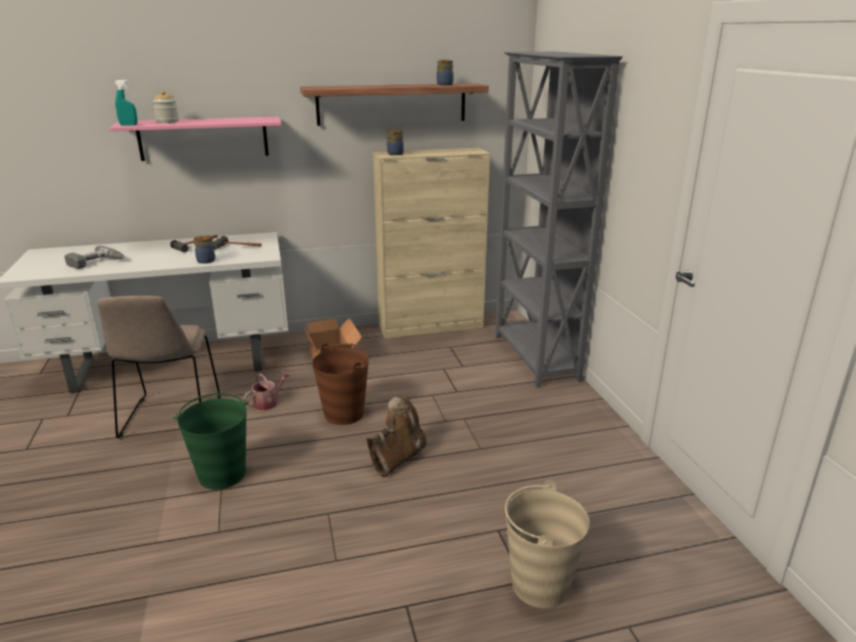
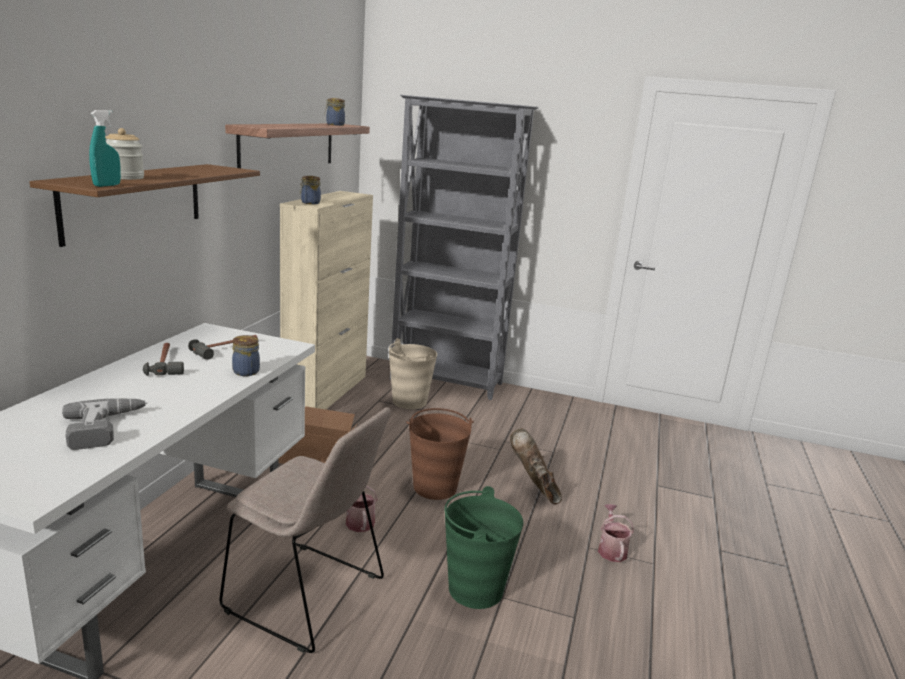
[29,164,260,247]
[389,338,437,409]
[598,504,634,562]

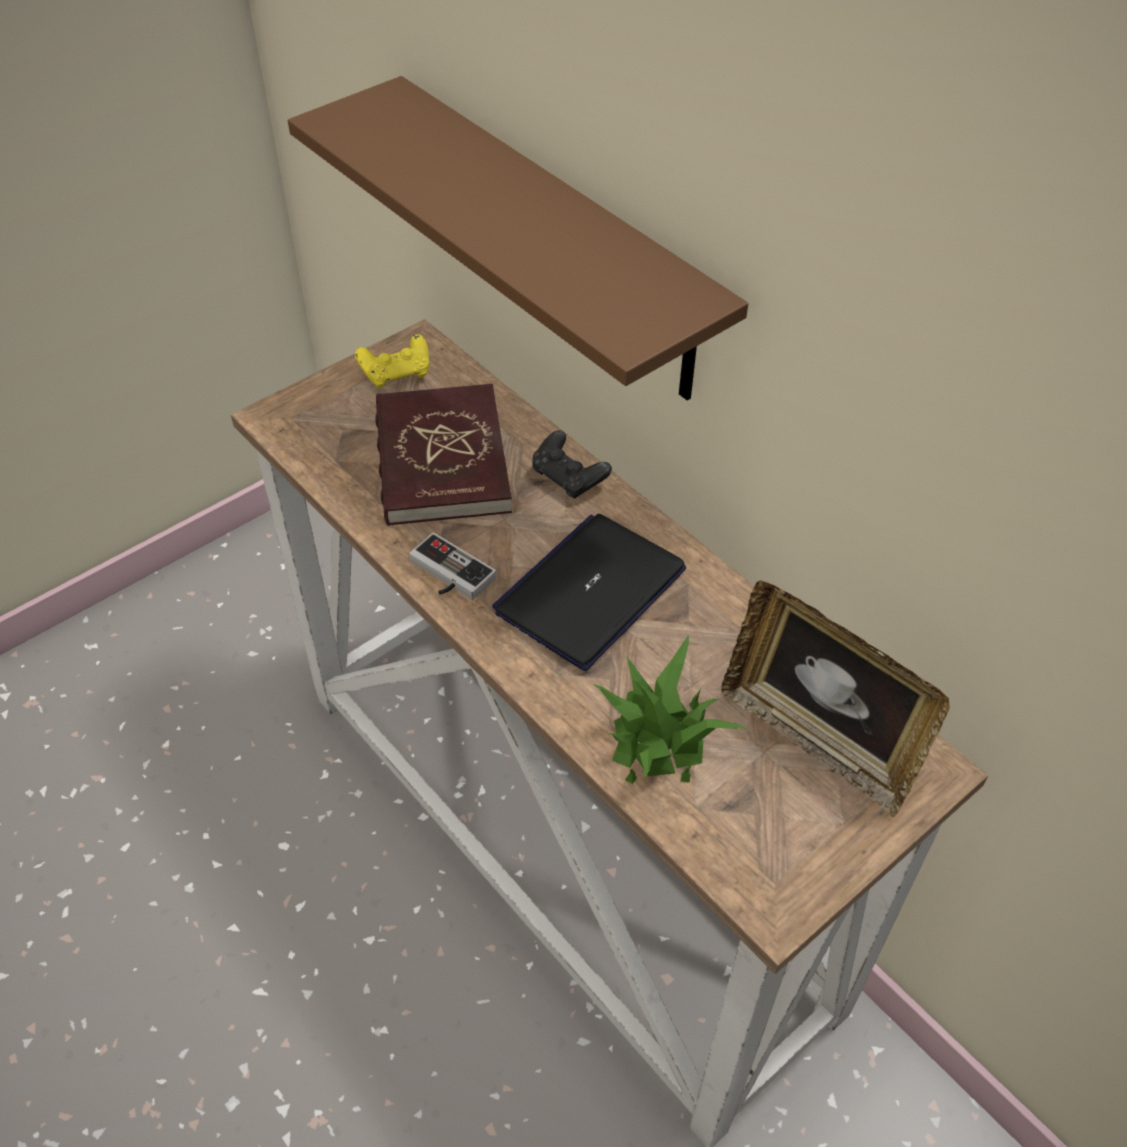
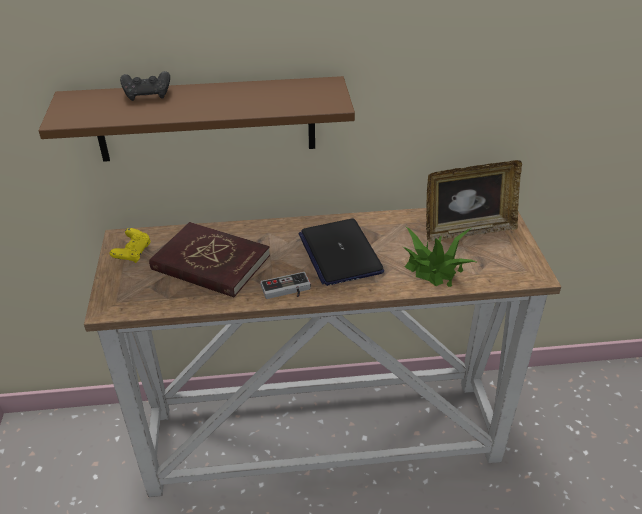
[120,71,170,101]

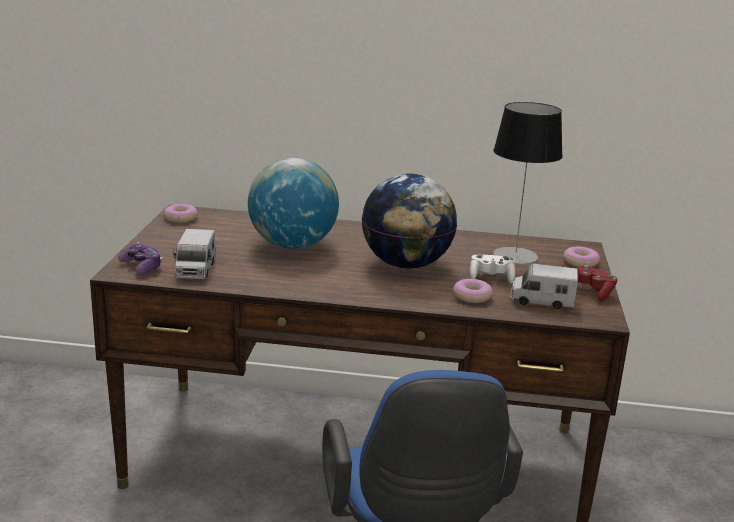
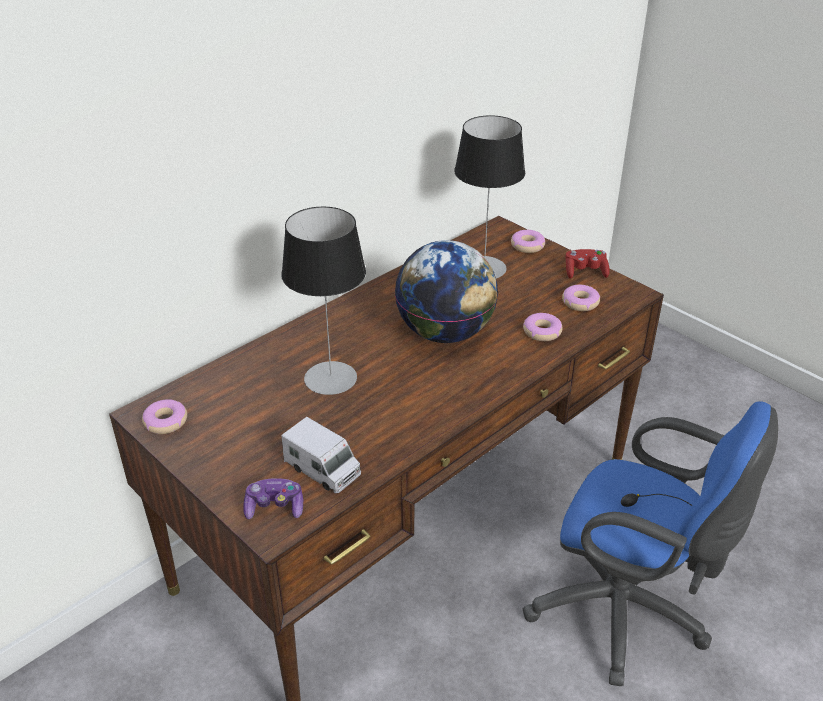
[281,207,366,395]
[562,285,600,311]
[470,254,515,284] (first image)

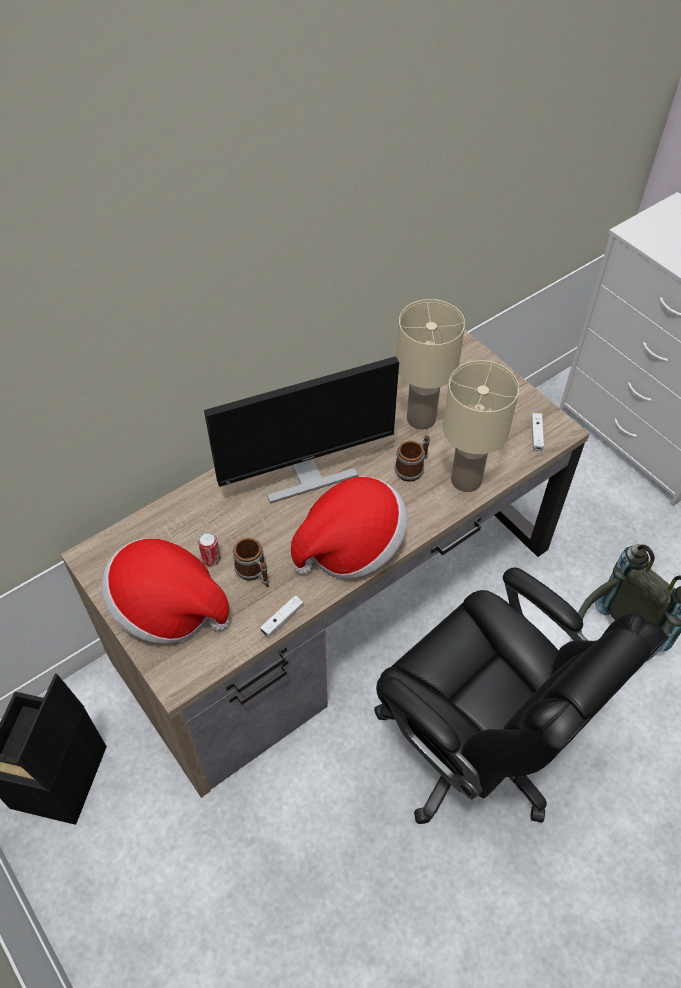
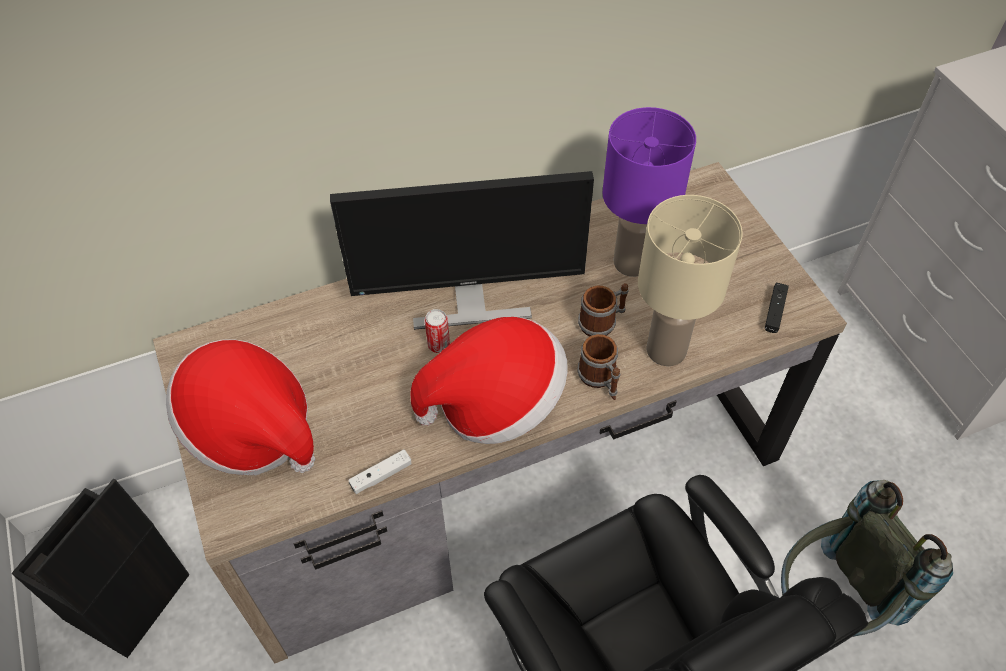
[424,309,450,353]
[577,334,620,400]
[602,107,696,277]
[765,283,789,333]

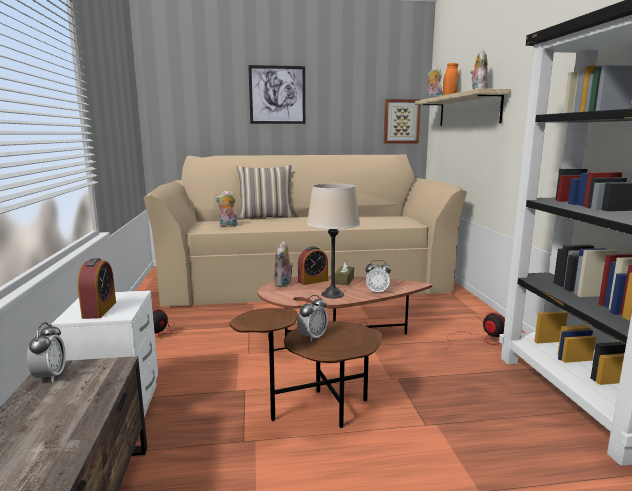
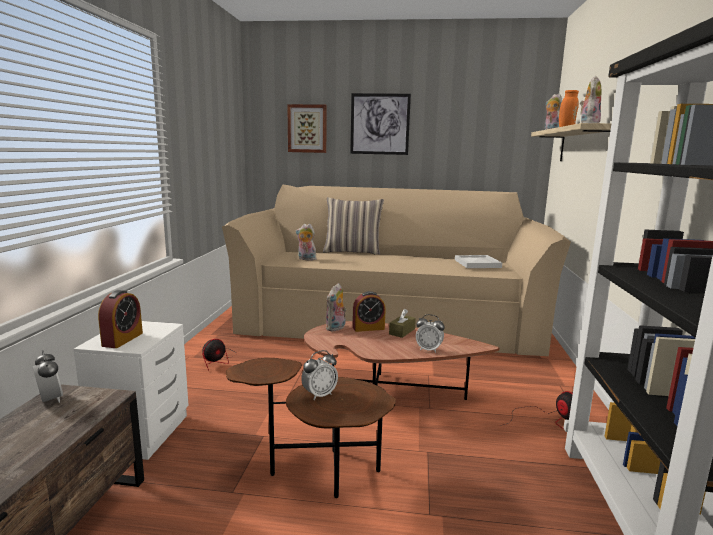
[33,350,63,403]
[287,104,327,153]
[455,255,502,268]
[307,184,360,298] (first image)

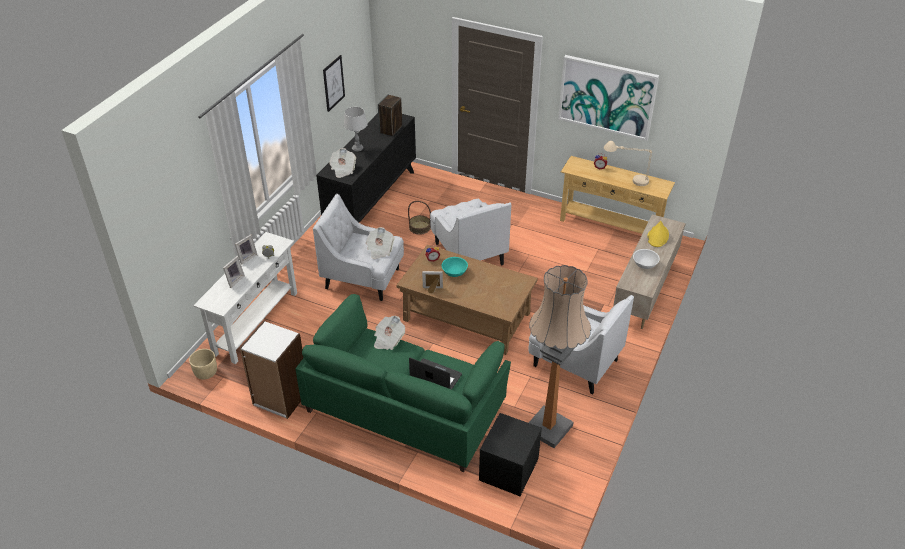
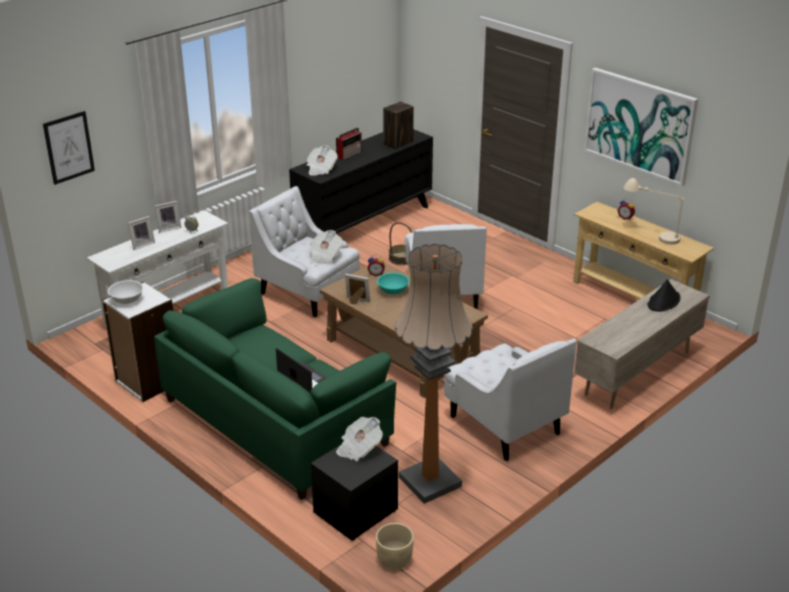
[43,111,95,185]
[108,280,143,304]
[336,128,362,160]
[336,417,383,461]
[376,523,414,570]
[647,279,681,312]

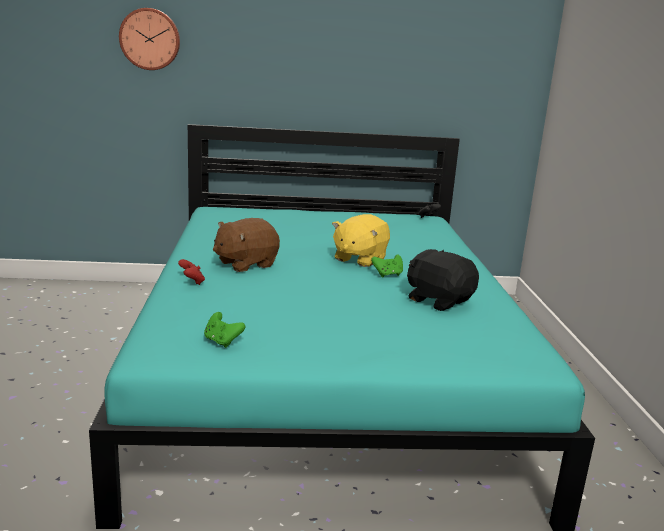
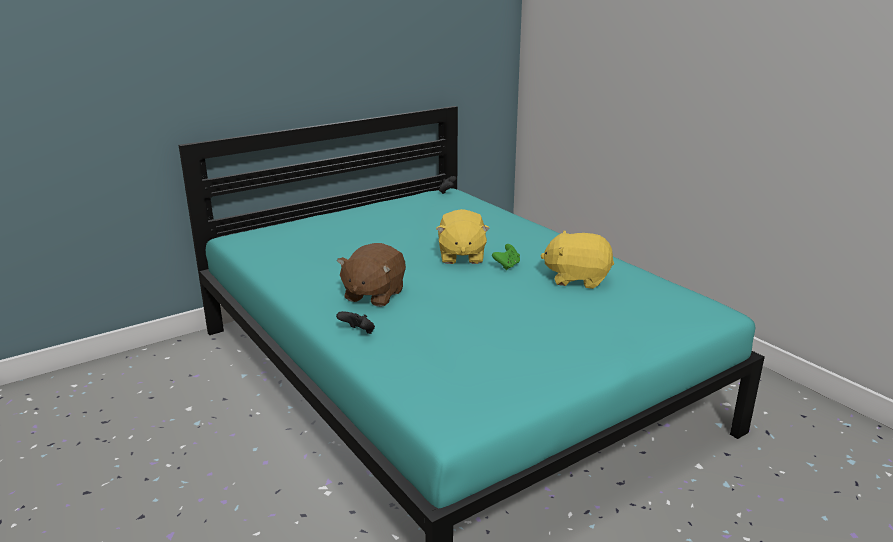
[336,311,375,334]
[541,230,614,289]
[119,8,180,70] (first image)
[204,312,246,348] (first image)

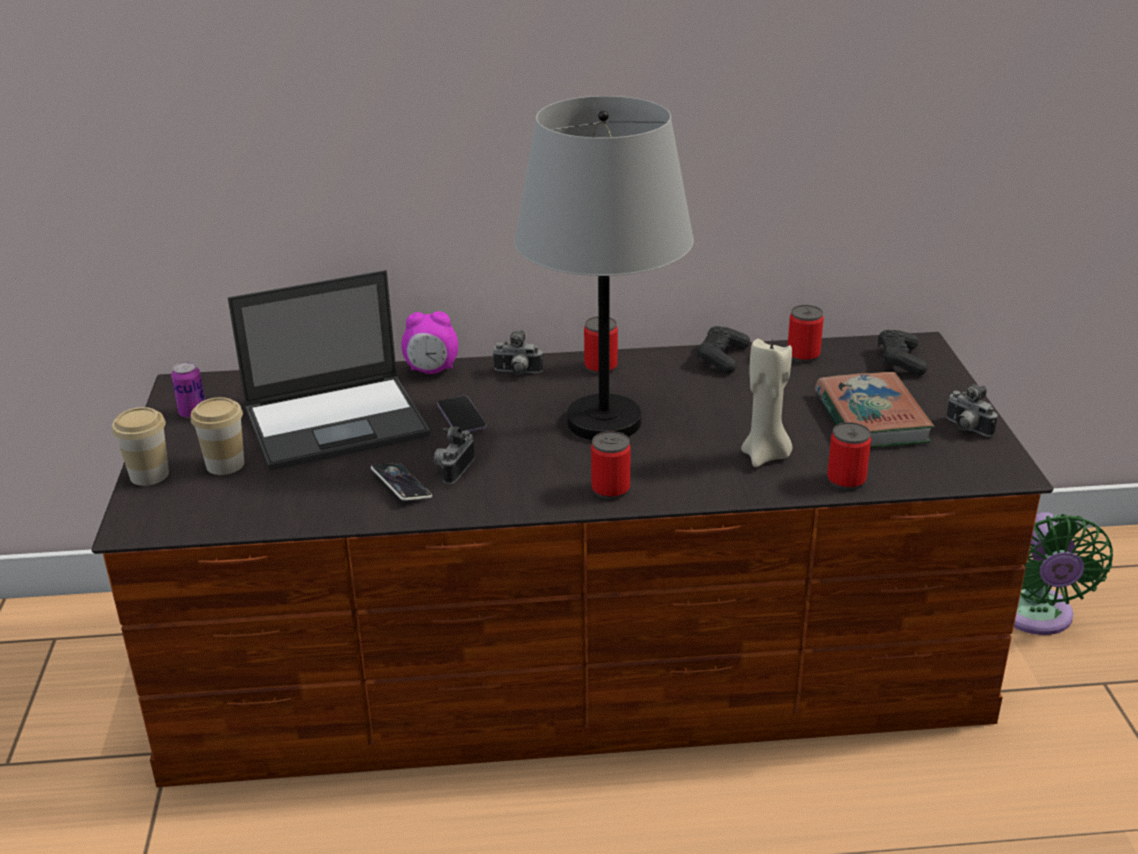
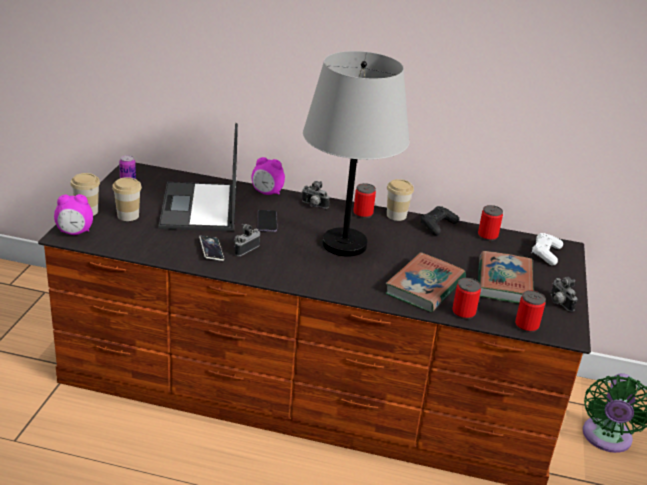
[54,194,93,235]
[159,123,238,231]
[386,252,466,312]
[387,179,414,221]
[515,290,546,333]
[532,233,563,265]

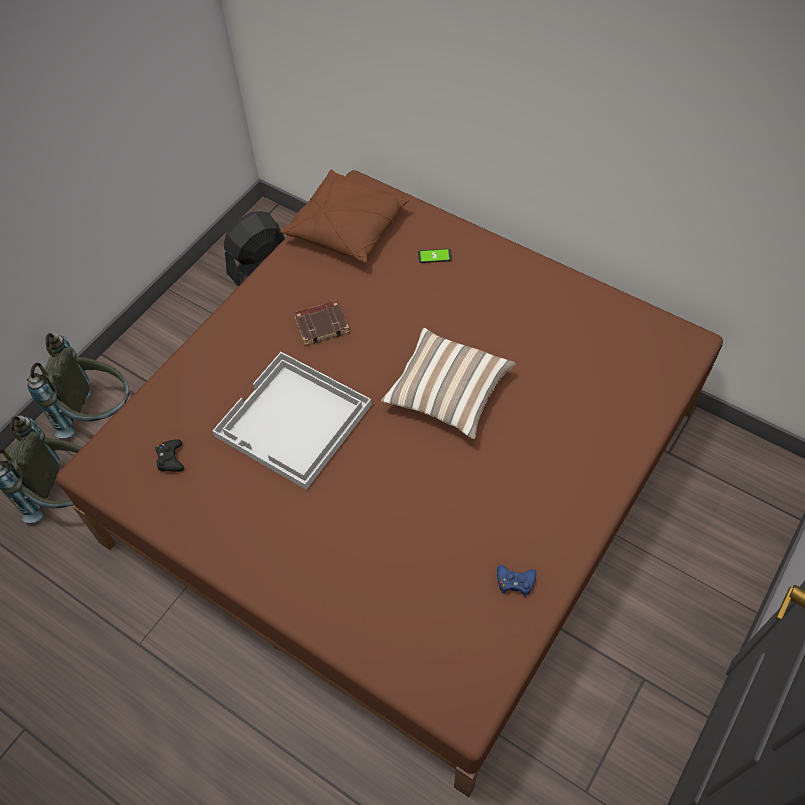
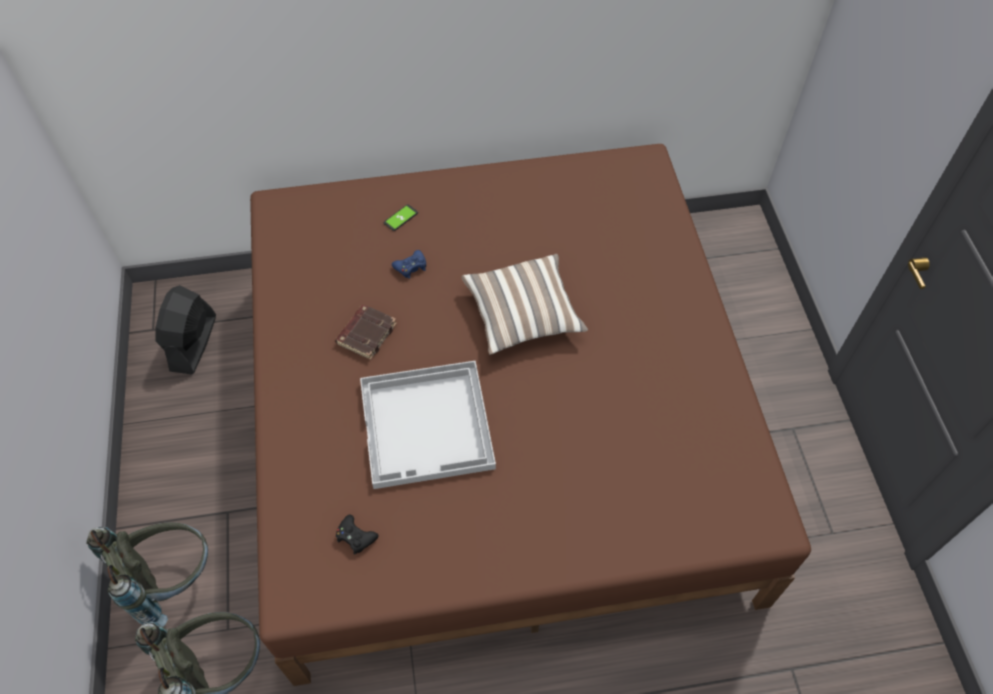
[392,250,426,279]
[280,169,410,263] (first image)

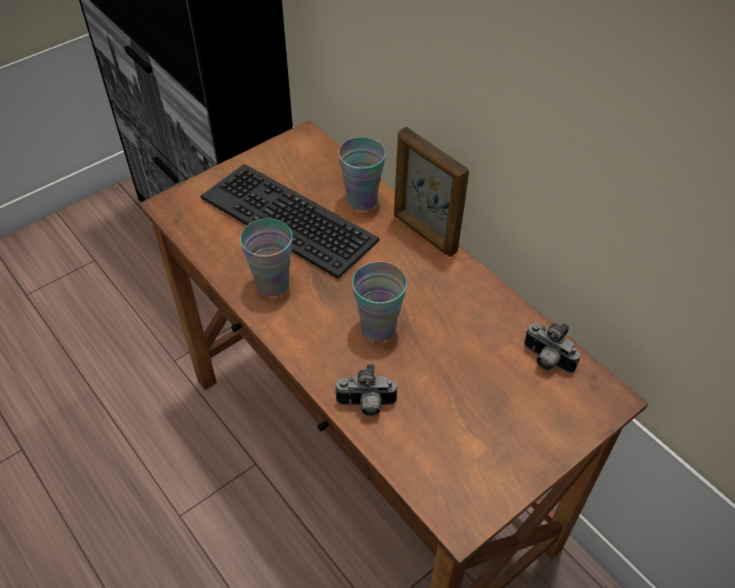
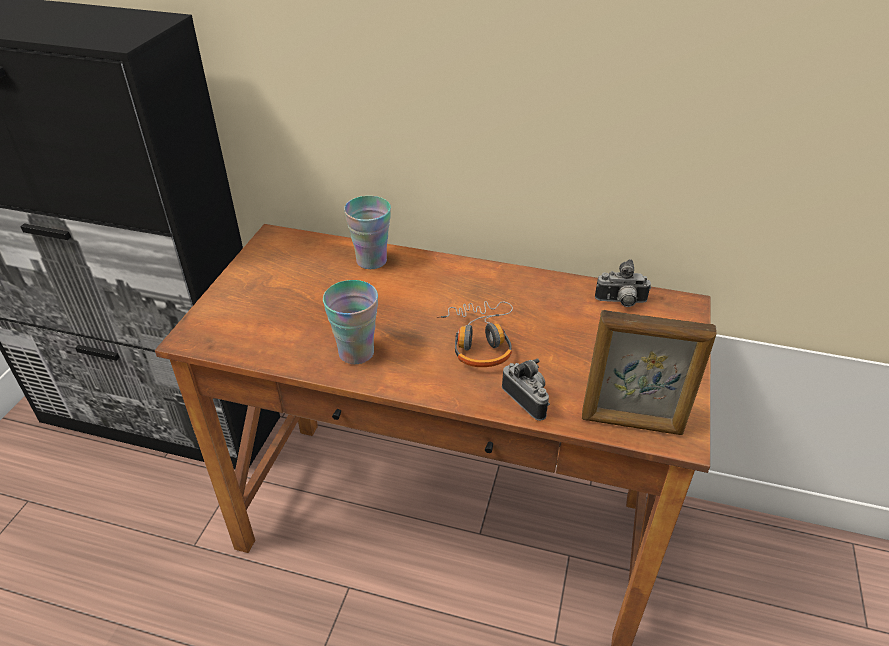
[437,301,513,367]
[502,358,550,421]
[582,310,717,435]
[201,164,380,279] (first image)

